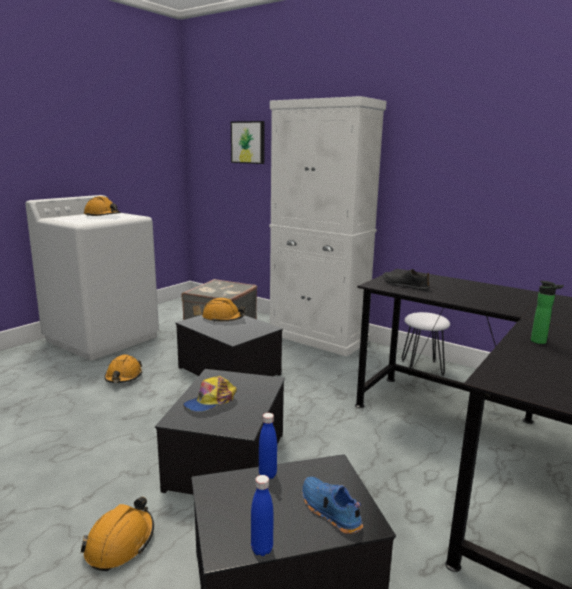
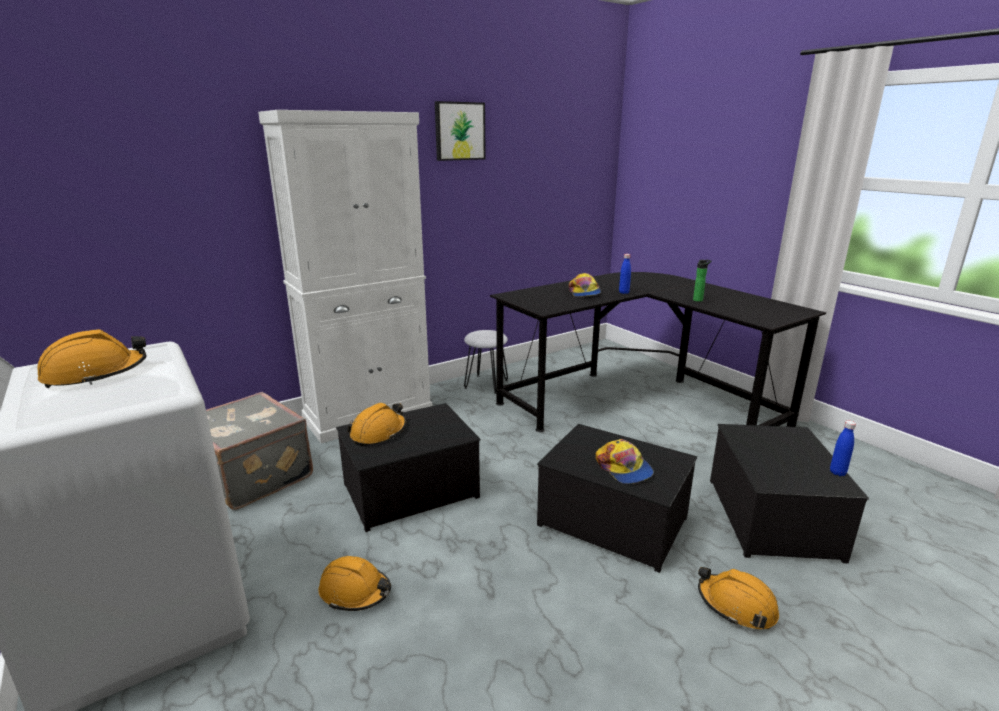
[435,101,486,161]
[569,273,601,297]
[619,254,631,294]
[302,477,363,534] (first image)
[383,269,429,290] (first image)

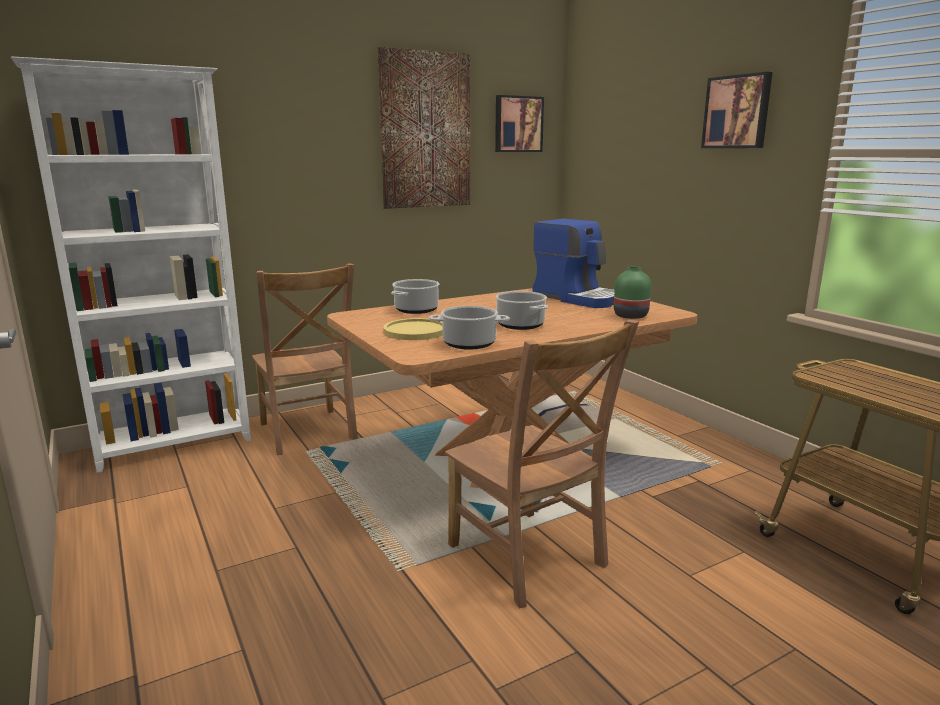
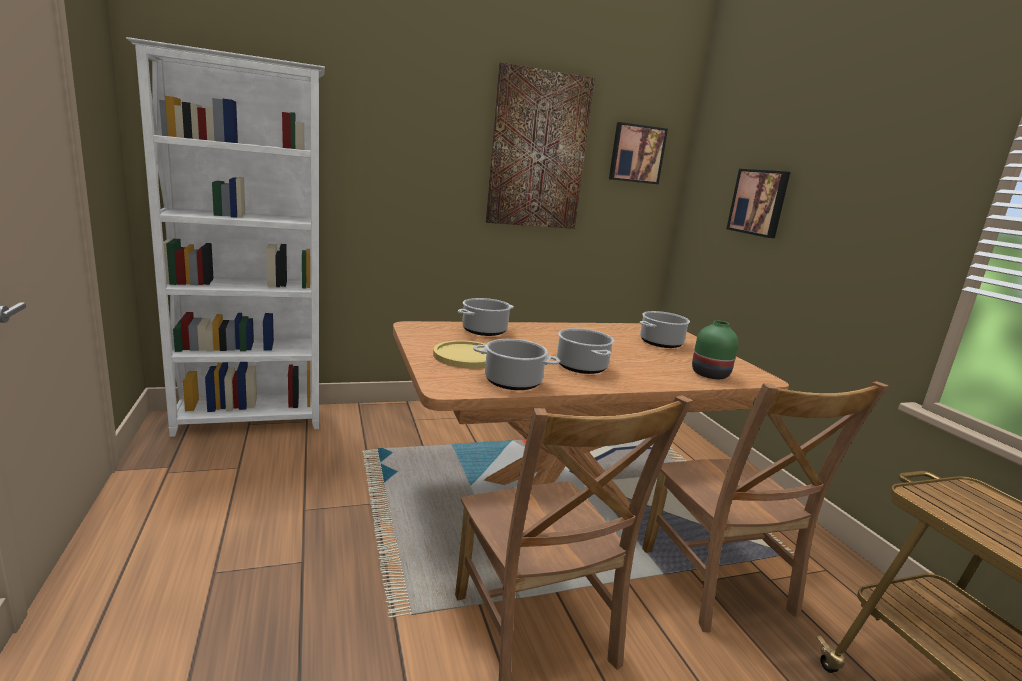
[640,311,690,348]
[642,381,889,633]
[726,169,790,238]

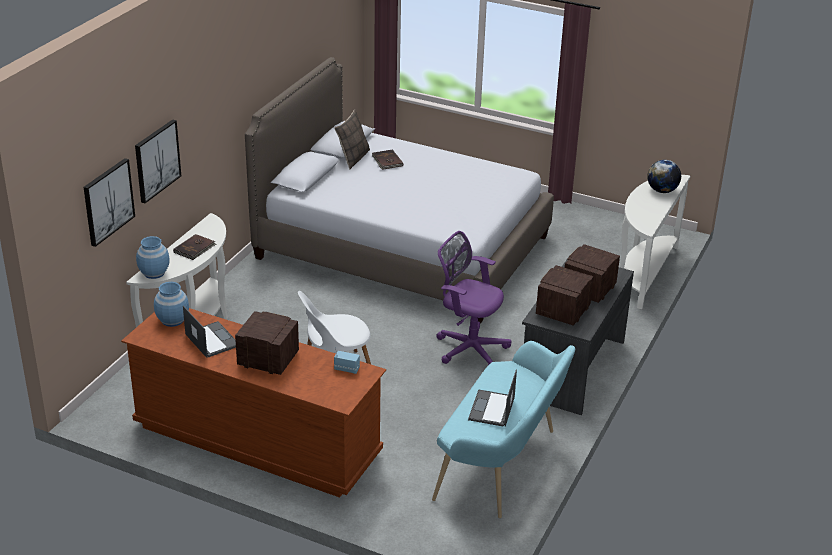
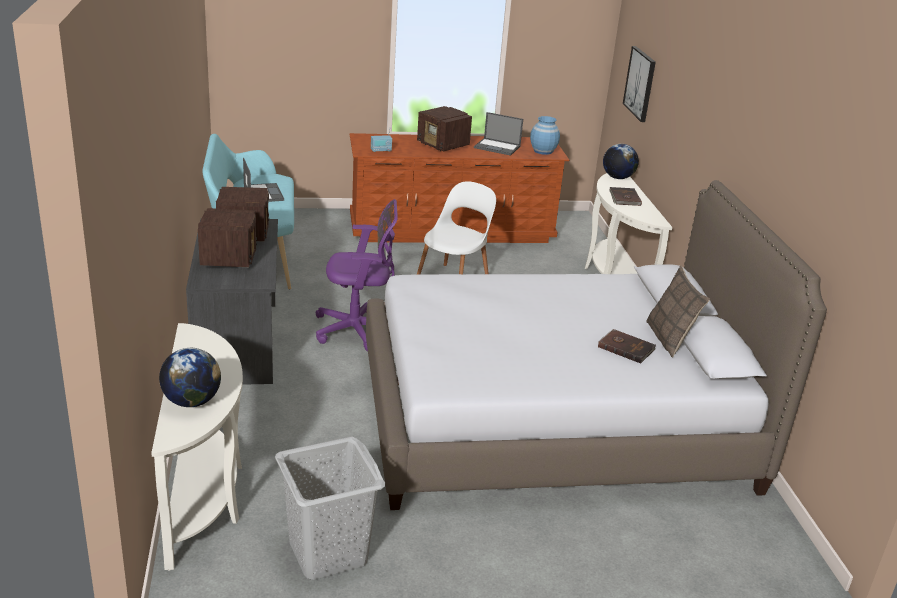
[275,436,385,580]
[417,106,472,151]
[603,144,639,179]
[135,120,181,203] (first image)

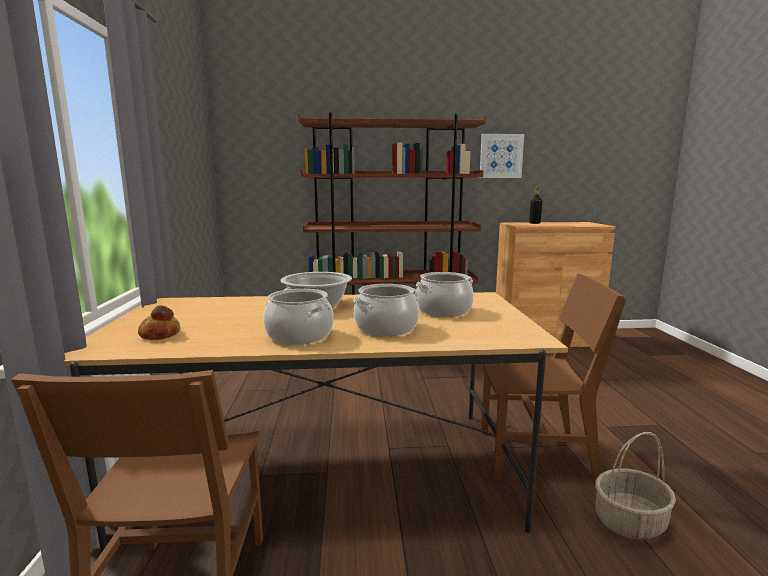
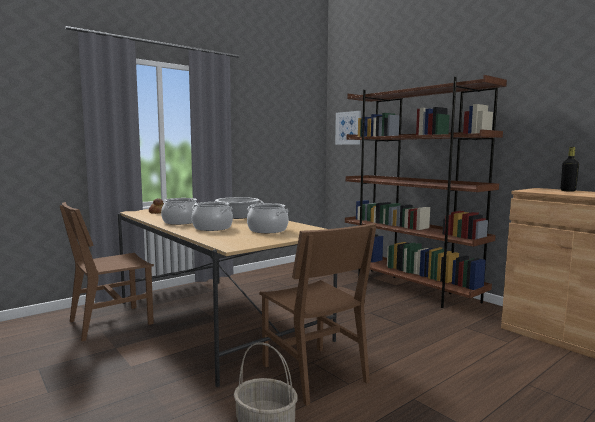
[335,111,361,145]

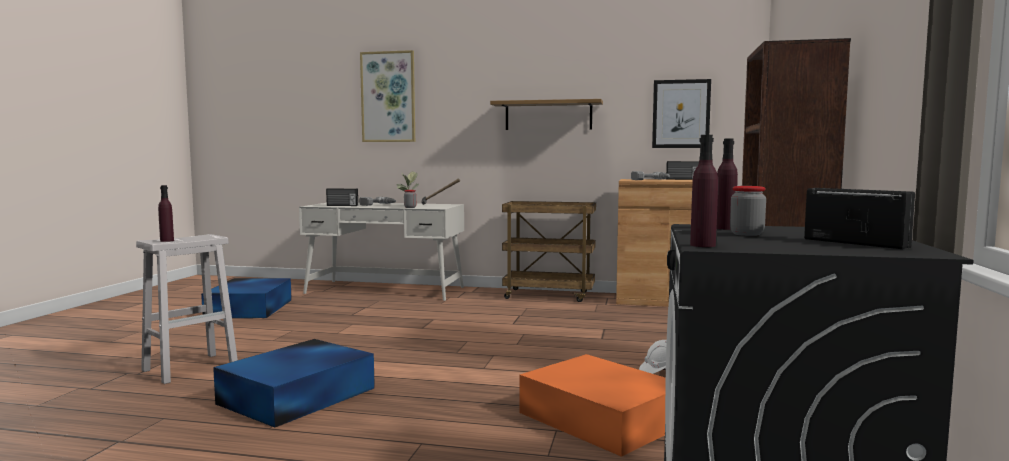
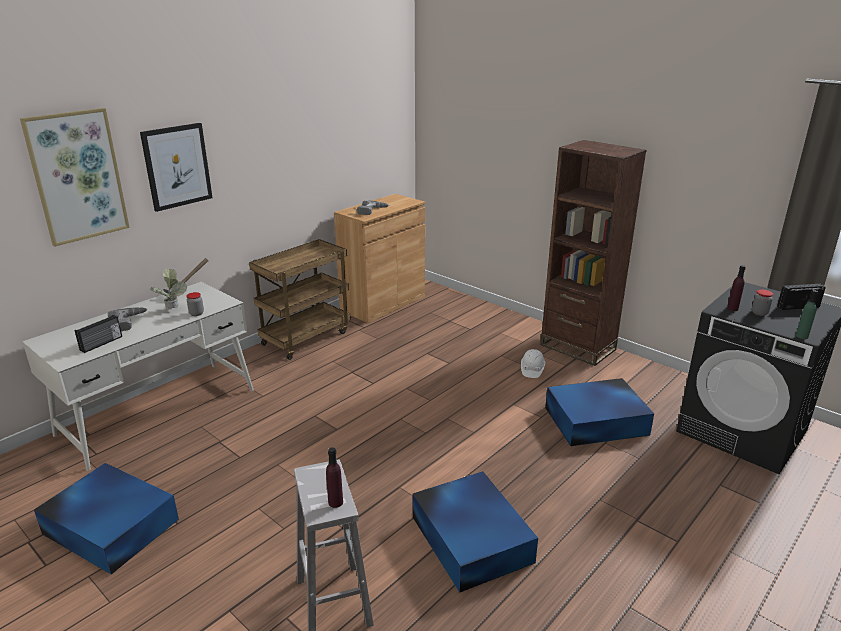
[140,123,213,212]
[545,378,654,446]
[796,290,818,339]
[490,99,603,130] (first image)
[666,161,699,180] (first image)

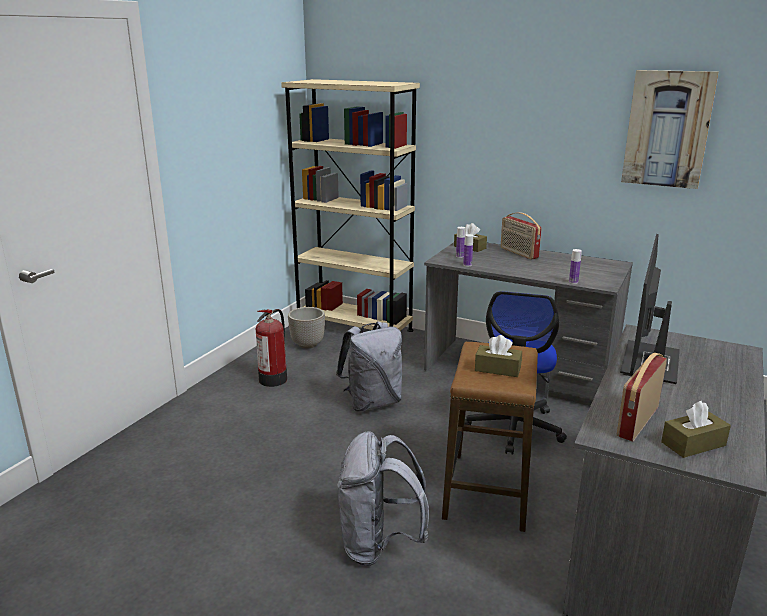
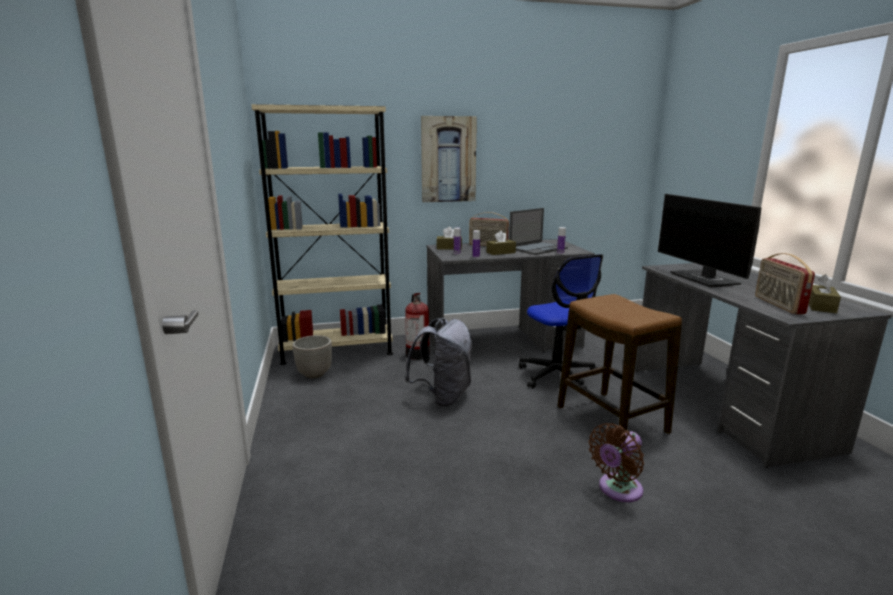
[405,293,430,360]
[421,116,477,202]
[486,230,516,255]
[509,208,568,255]
[588,423,644,502]

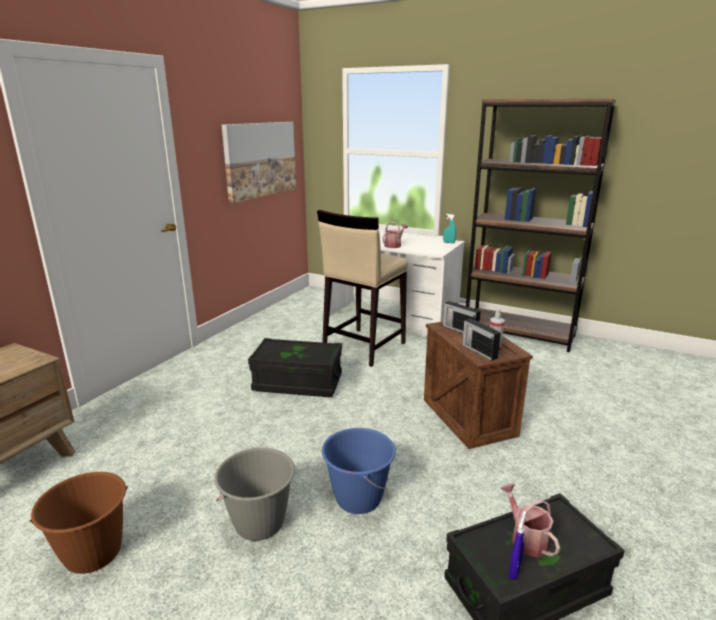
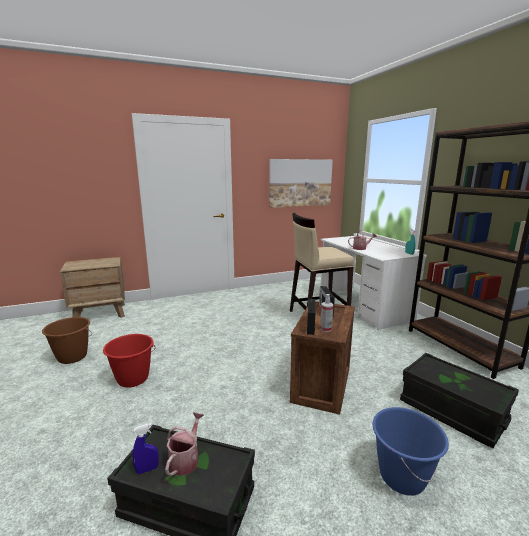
[103,334,155,388]
[372,407,449,496]
[400,353,519,448]

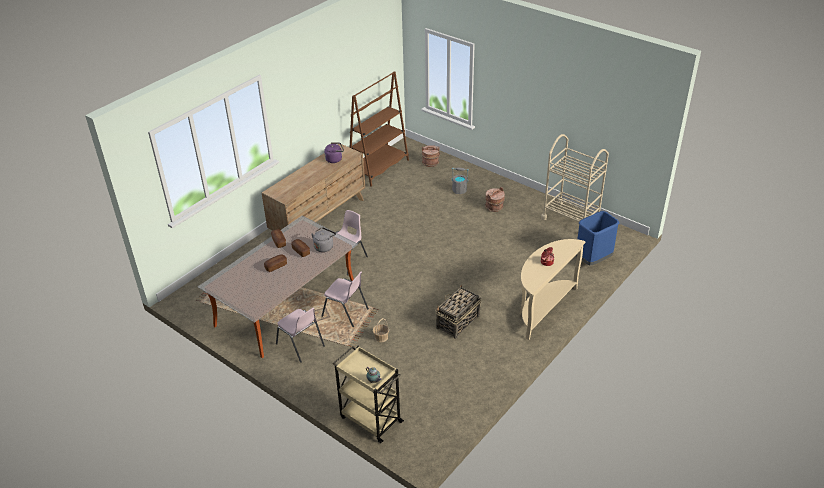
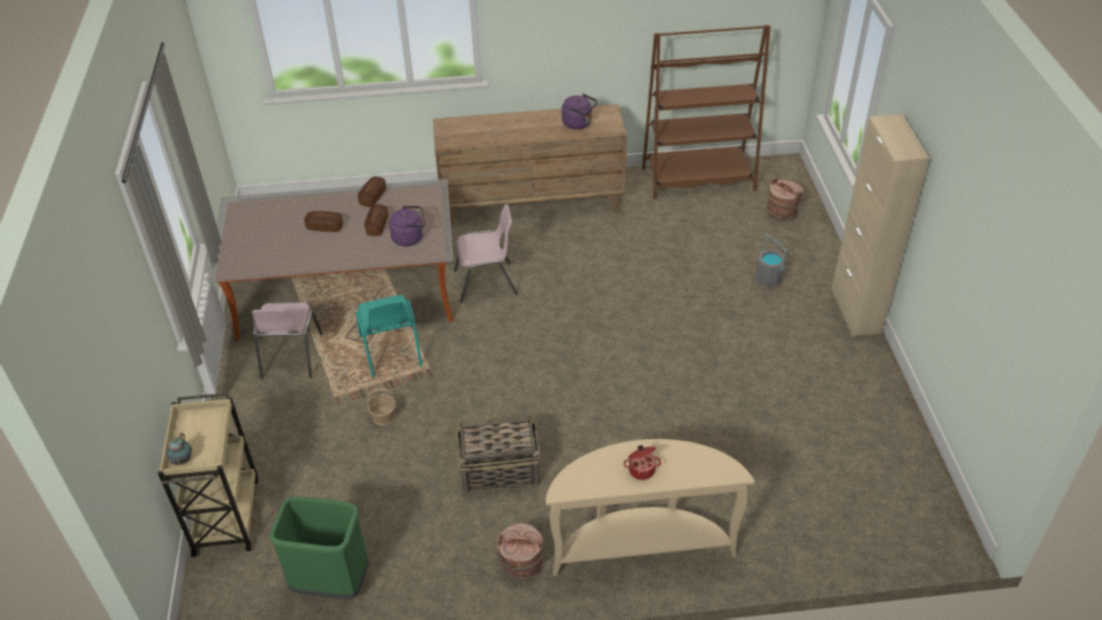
[270,497,369,599]
[355,295,423,378]
[389,206,425,246]
[497,523,545,580]
[832,114,930,336]
[541,134,609,222] (first image)
[576,211,619,265] (first image)

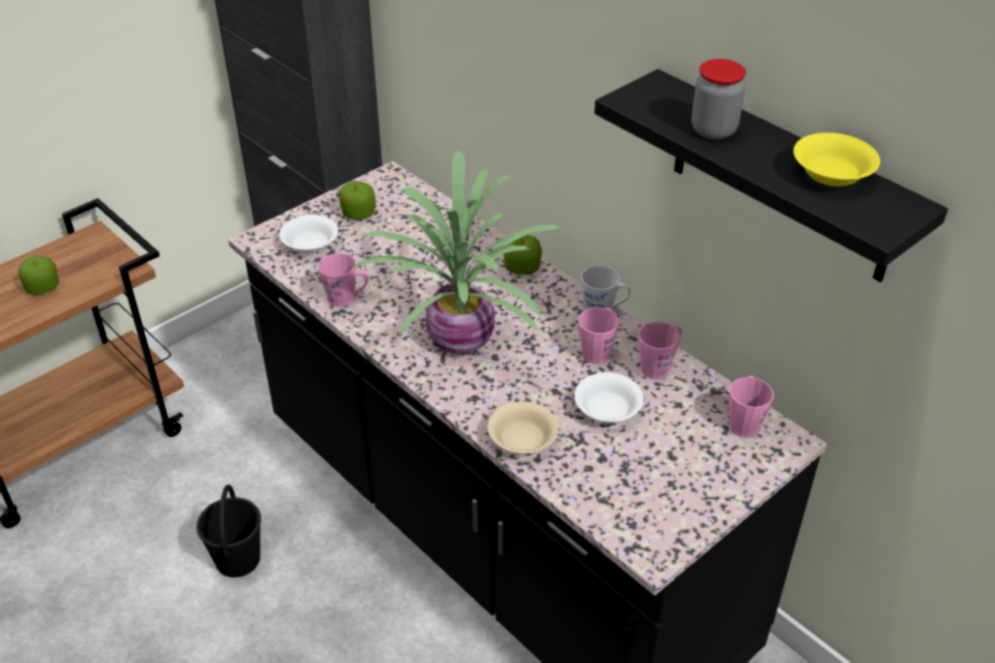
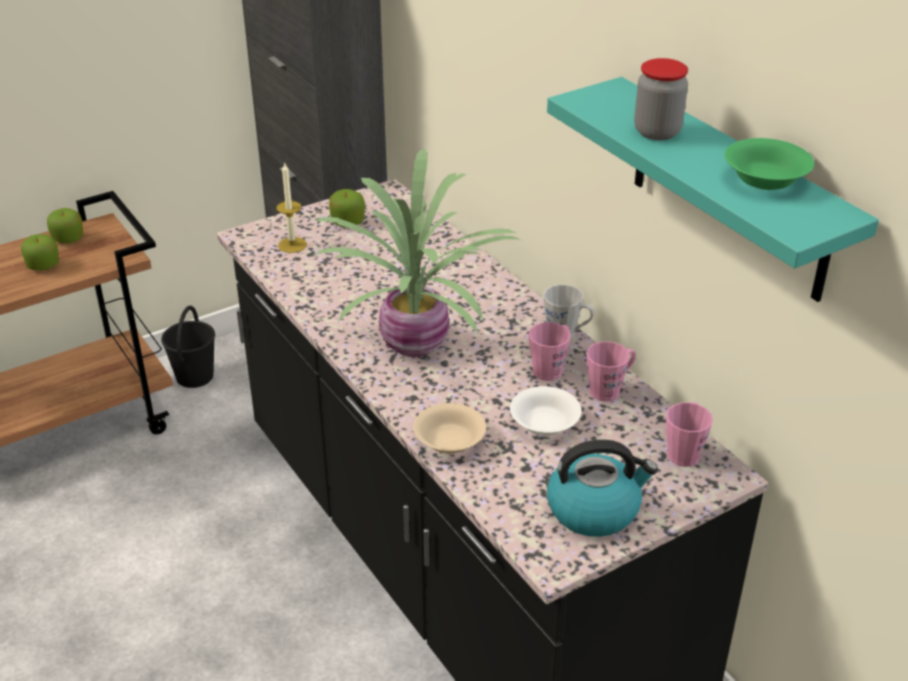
[47,208,83,243]
[161,306,215,388]
[276,162,307,253]
[547,77,879,302]
[547,440,658,537]
[724,138,814,190]
[318,253,368,307] (first image)

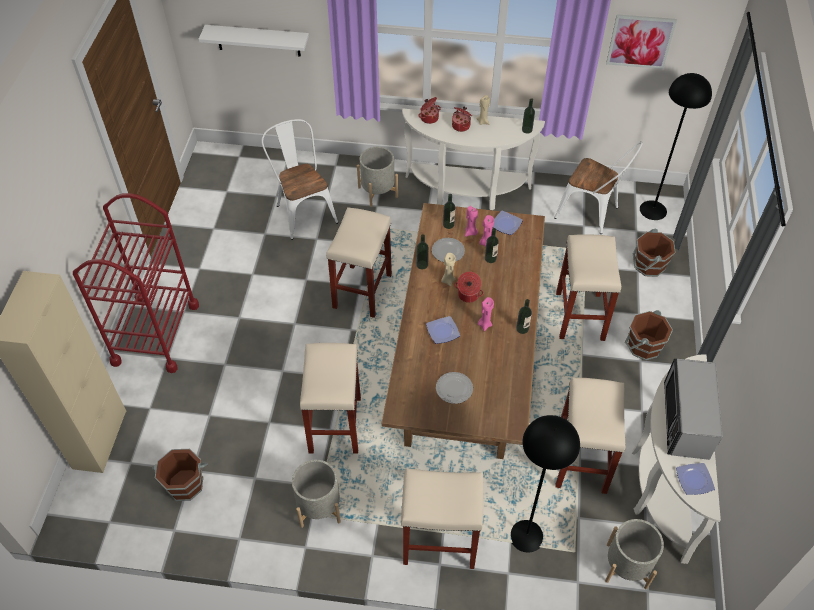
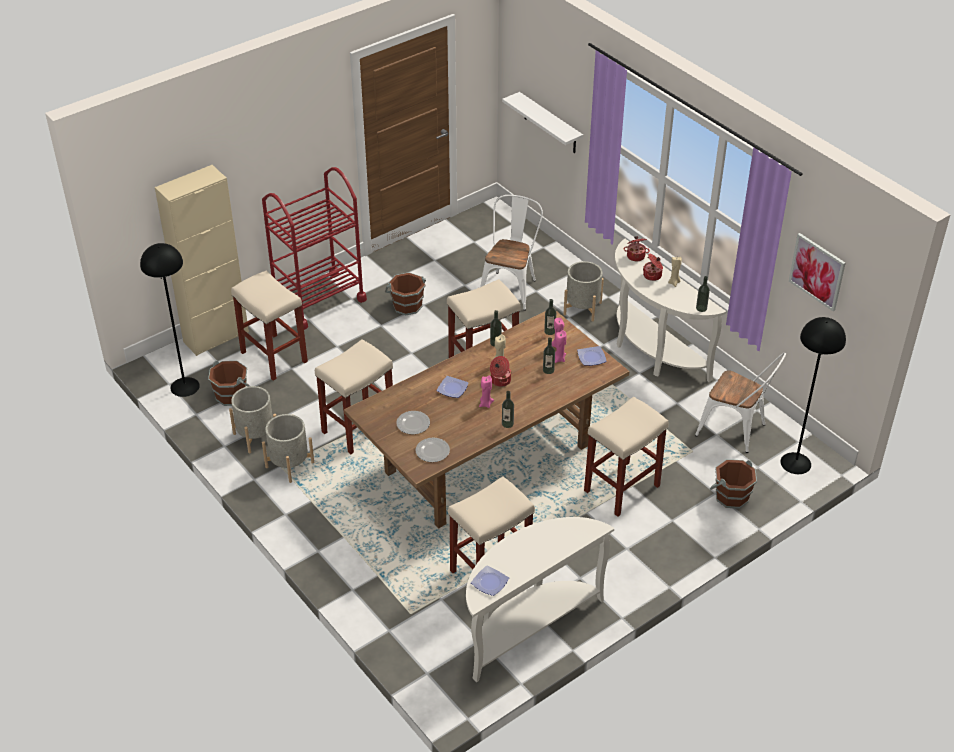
[140,243,200,397]
[229,386,276,453]
[231,271,308,381]
[385,272,426,315]
[415,438,450,462]
[695,353,786,453]
[664,359,722,460] (first image)

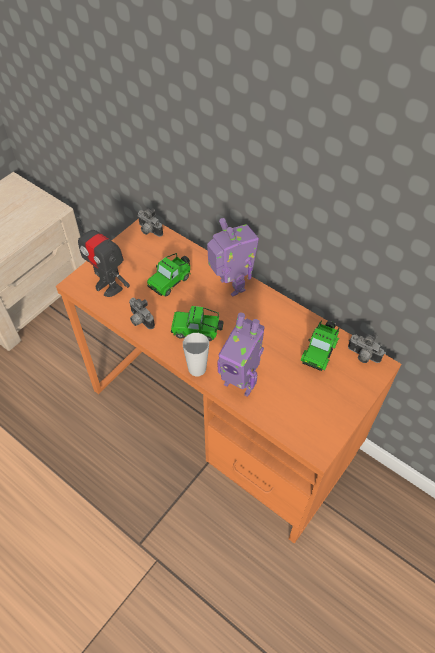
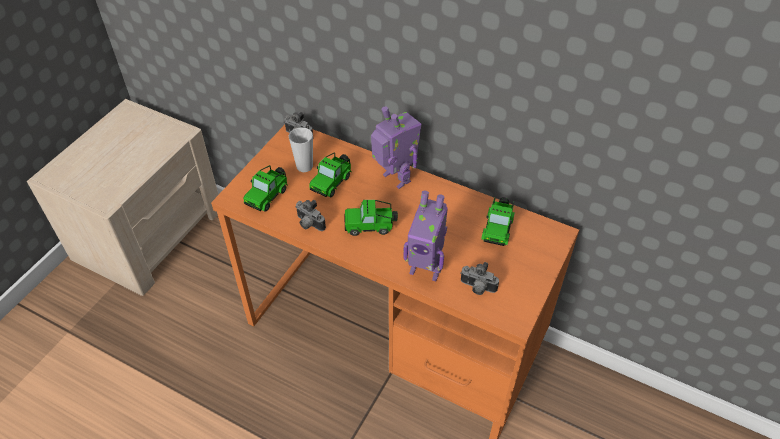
[243,165,287,211]
[289,127,313,172]
[460,262,499,295]

